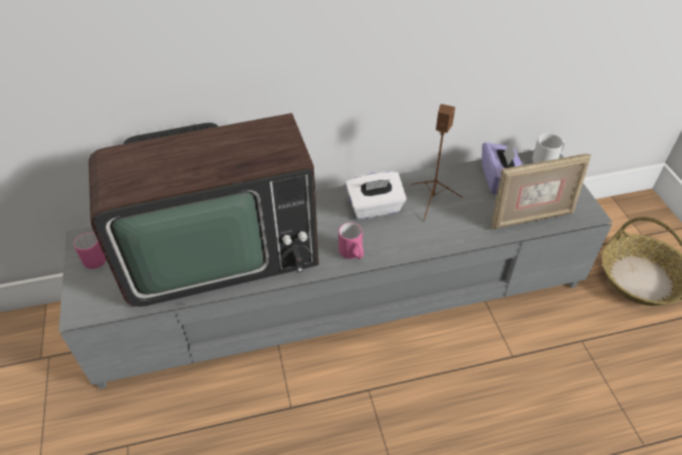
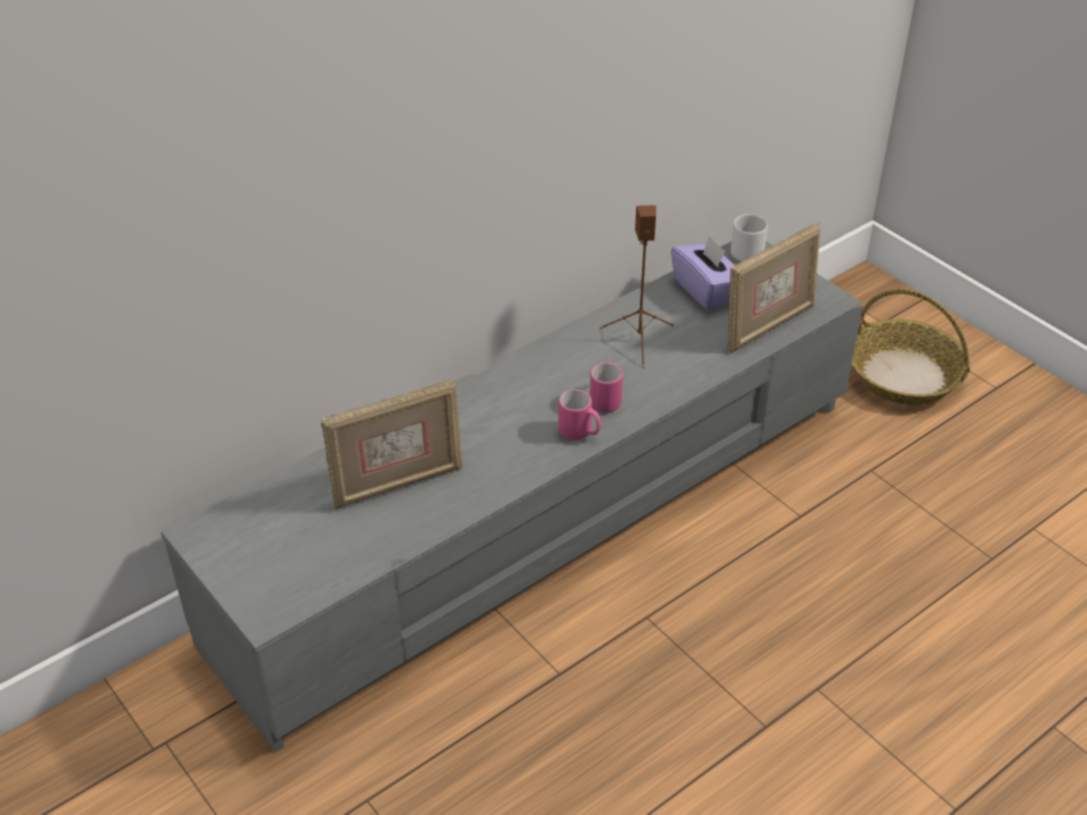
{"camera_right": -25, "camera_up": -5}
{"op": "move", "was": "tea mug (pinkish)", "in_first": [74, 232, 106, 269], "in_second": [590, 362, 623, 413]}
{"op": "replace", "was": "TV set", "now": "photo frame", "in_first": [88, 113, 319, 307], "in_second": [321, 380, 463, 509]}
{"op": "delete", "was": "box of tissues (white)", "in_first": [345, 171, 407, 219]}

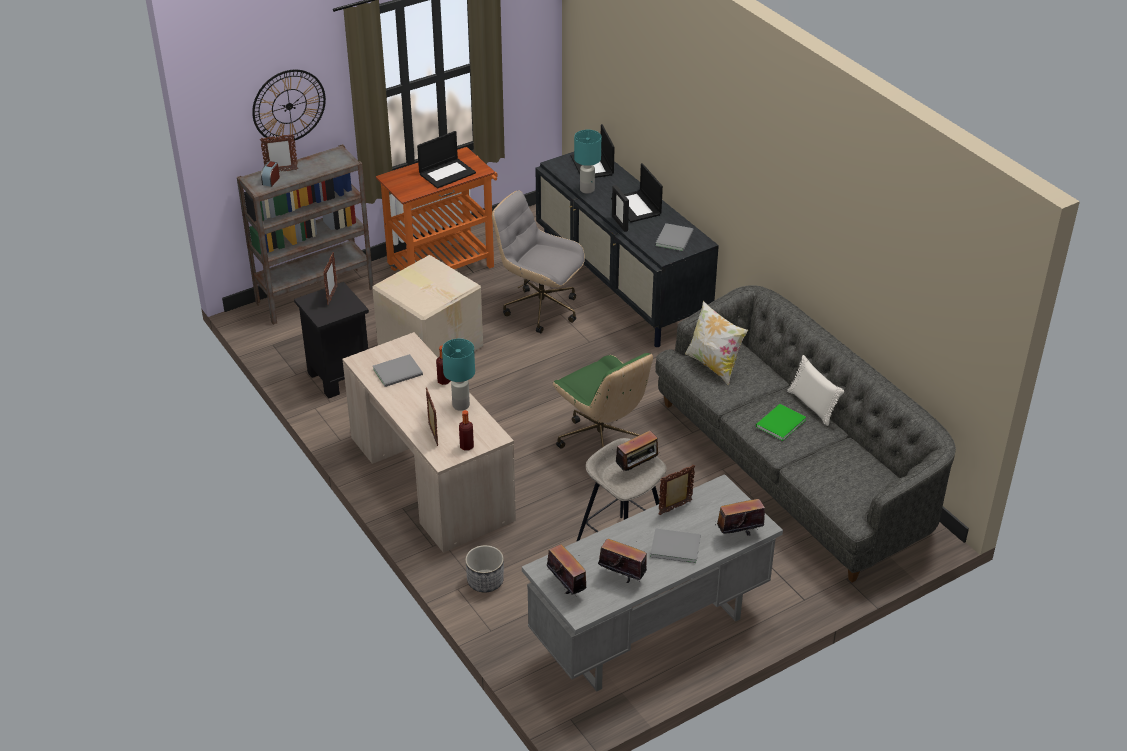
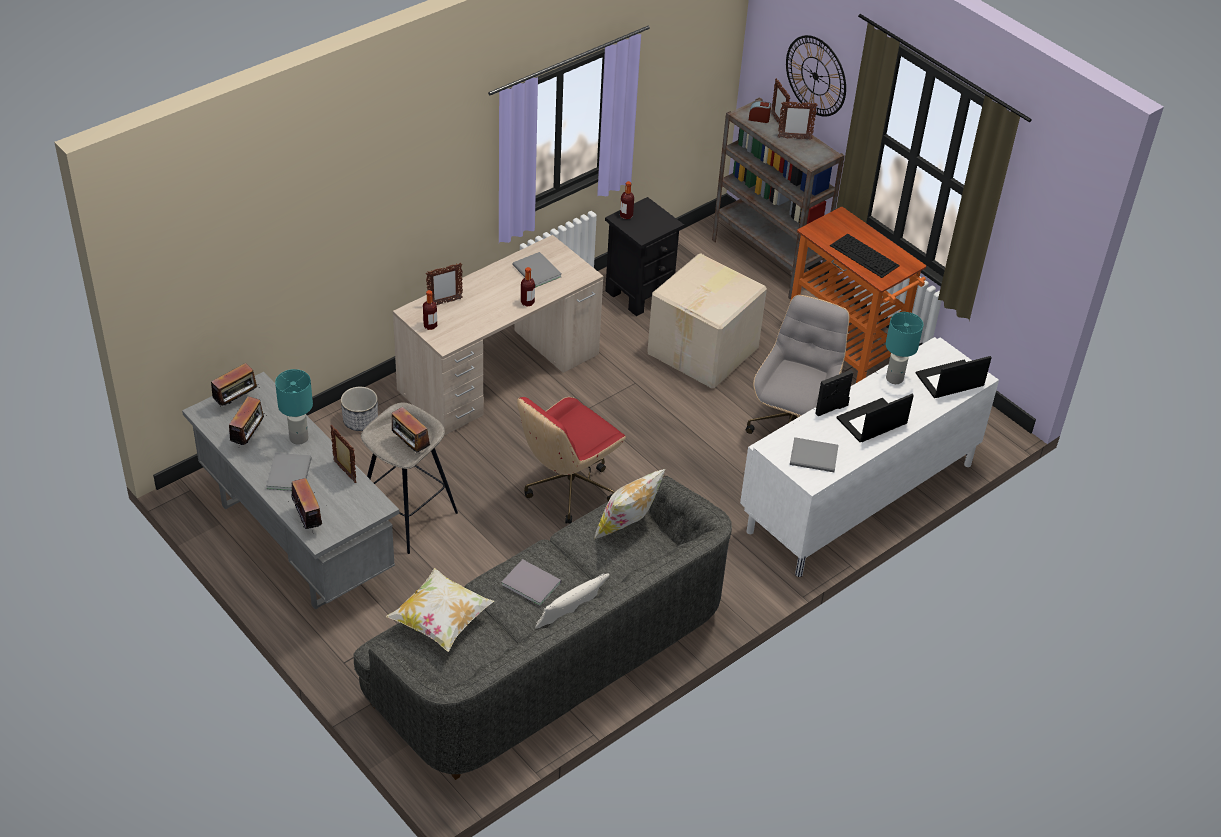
{"camera_right": 80, "camera_up": 5}
{"op": "move", "was": "photo frame", "in_first": [323, 252, 337, 305], "in_second": [778, 101, 818, 140]}
{"op": "replace", "was": "notebook computer", "now": "computer keyboard", "in_first": [417, 131, 476, 189], "in_second": [830, 234, 900, 278]}
{"op": "move", "was": "tabletop lamp (turquoise)", "in_first": [442, 339, 475, 411], "in_second": [275, 369, 313, 445]}
{"op": "recolor", "was": "cupboard (blackish)", "now": "cupboard (white)", "in_first": [536, 152, 719, 347], "in_second": [740, 337, 999, 577]}
{"op": "recolor", "was": "office chair (green-coloured)", "now": "office chair (reddish)", "in_first": [553, 353, 653, 449], "in_second": [517, 397, 626, 524]}
{"op": "recolor", "was": "book (green-coloured)", "now": "book (greyish)", "in_first": [756, 404, 806, 441], "in_second": [502, 559, 561, 606]}
{"op": "insert", "now": "cushion", "in_second": [386, 568, 494, 652]}
{"op": "insert", "now": "bottle", "in_second": [620, 181, 634, 219]}

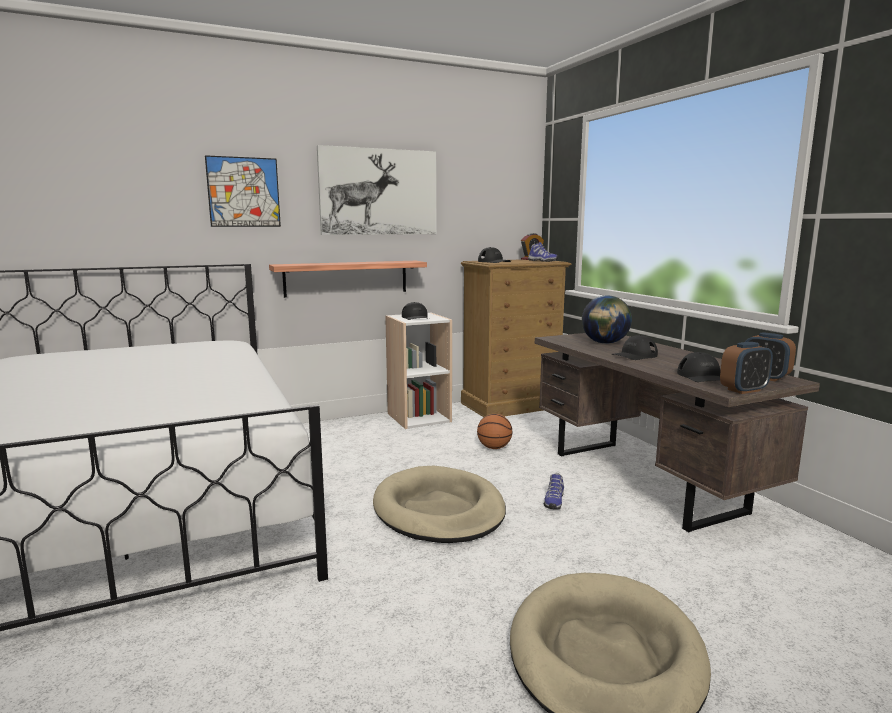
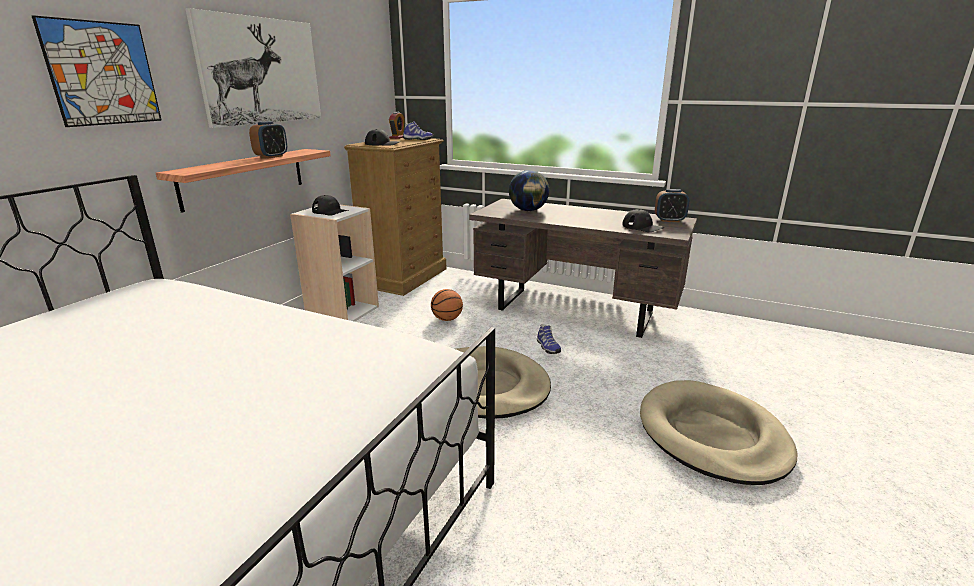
{"camera_right": -40, "camera_up": 10}
{"op": "delete", "was": "peaked cap (blackish)", "in_first": [612, 335, 658, 360]}
{"op": "move", "was": "alarm clock", "in_first": [720, 342, 773, 394], "in_second": [249, 121, 287, 158]}

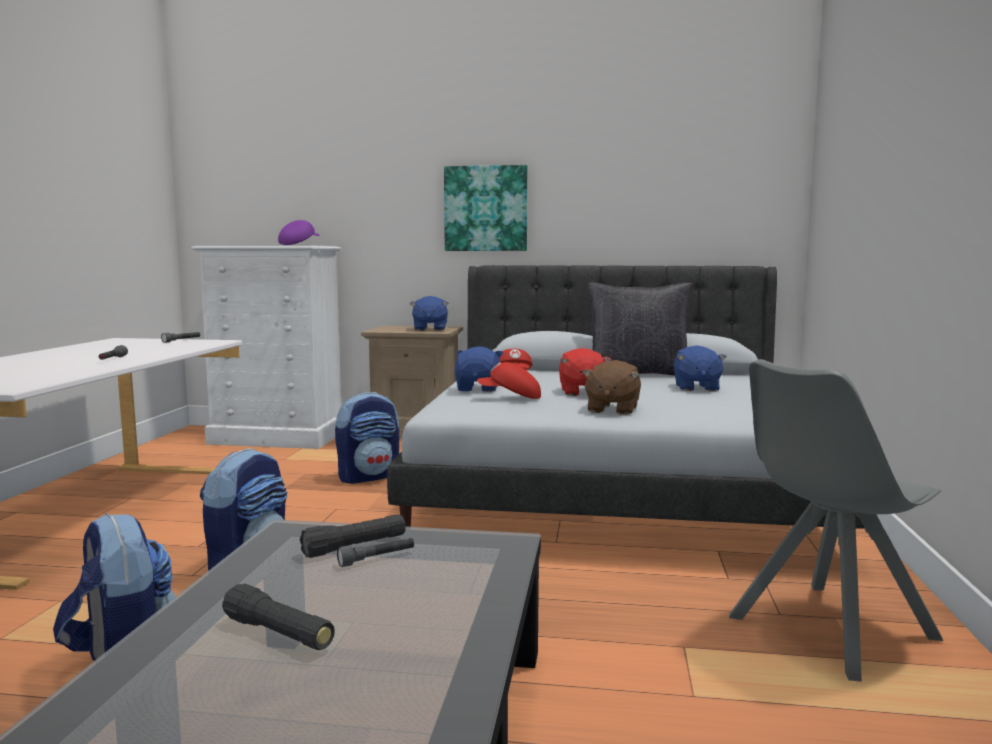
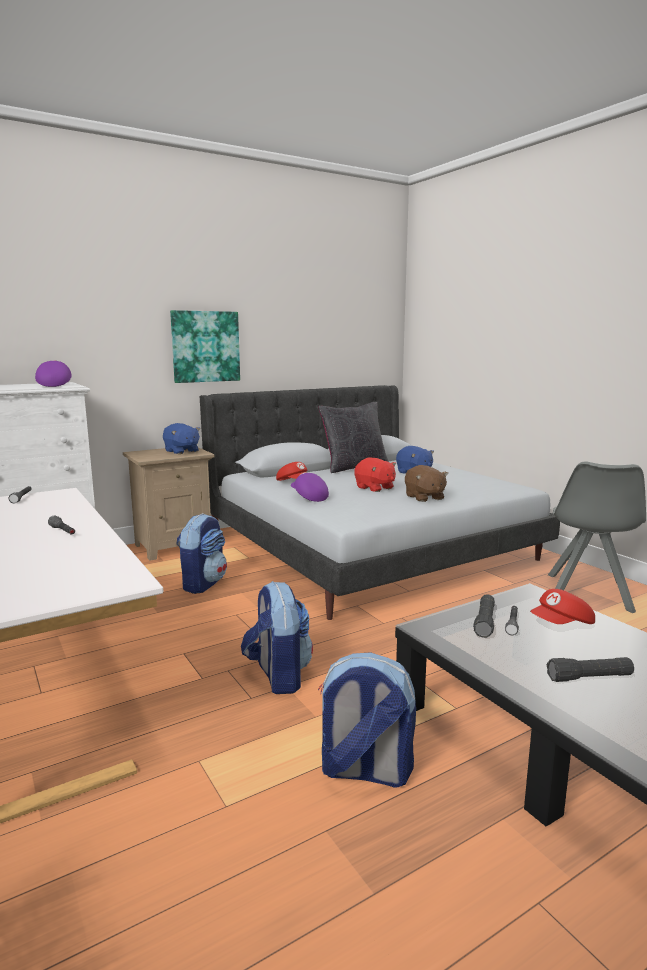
{"camera_right": -40, "camera_up": 5}
{"op": "replace", "was": "cuddly toy (blue-coloured)", "now": "peaked cap (purple-coloured)", "in_first": [455, 346, 503, 392], "in_second": [291, 472, 329, 502]}
{"op": "move", "was": "peaked cap (reddish)", "in_first": [477, 362, 541, 399], "in_second": [530, 589, 595, 624]}

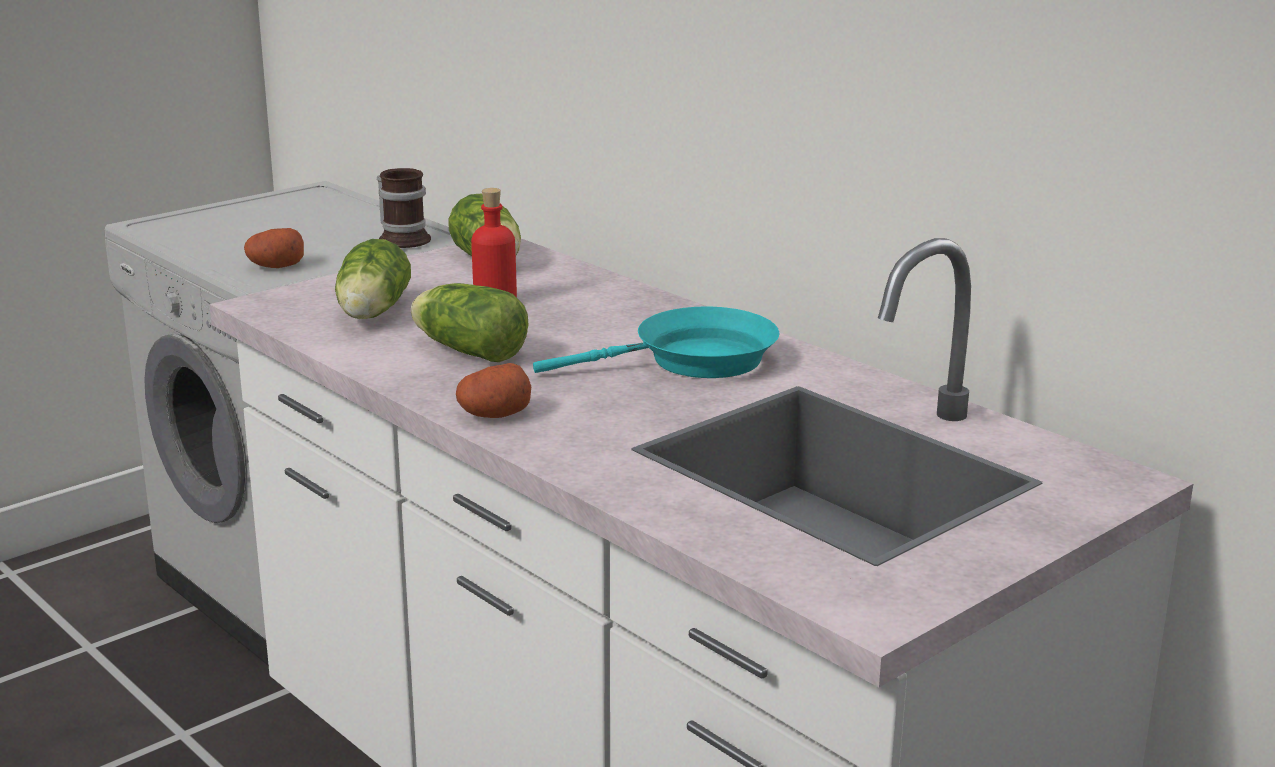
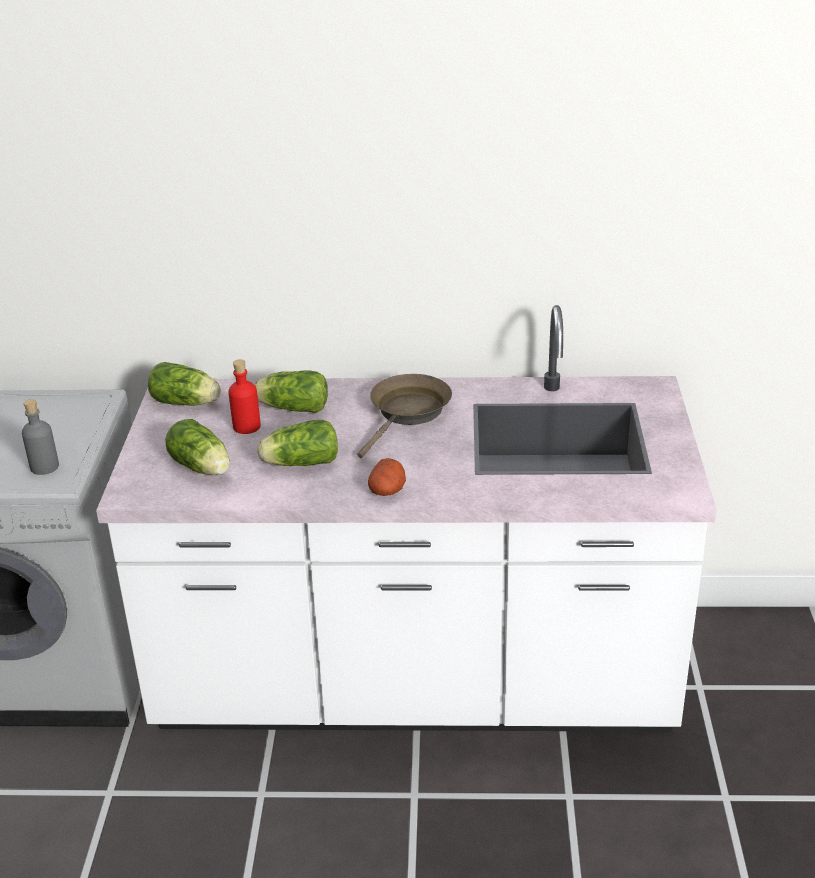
{"camera_right": -45, "camera_up": 10}
{"op": "replace", "was": "potato", "now": "bottle (greyish)", "in_first": [244, 228, 304, 268], "in_second": [22, 399, 59, 475]}
{"op": "delete", "was": "tea mug", "in_first": [377, 168, 431, 248]}
{"op": "recolor", "was": "frying pan (turquoise)", "now": "frying pan (brown)", "in_first": [533, 306, 780, 378], "in_second": [357, 374, 452, 458]}
{"op": "insert", "now": "lettuce", "in_second": [254, 371, 328, 413]}

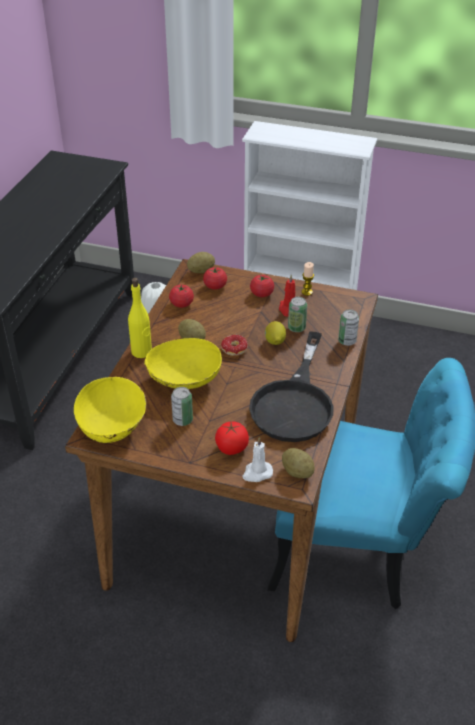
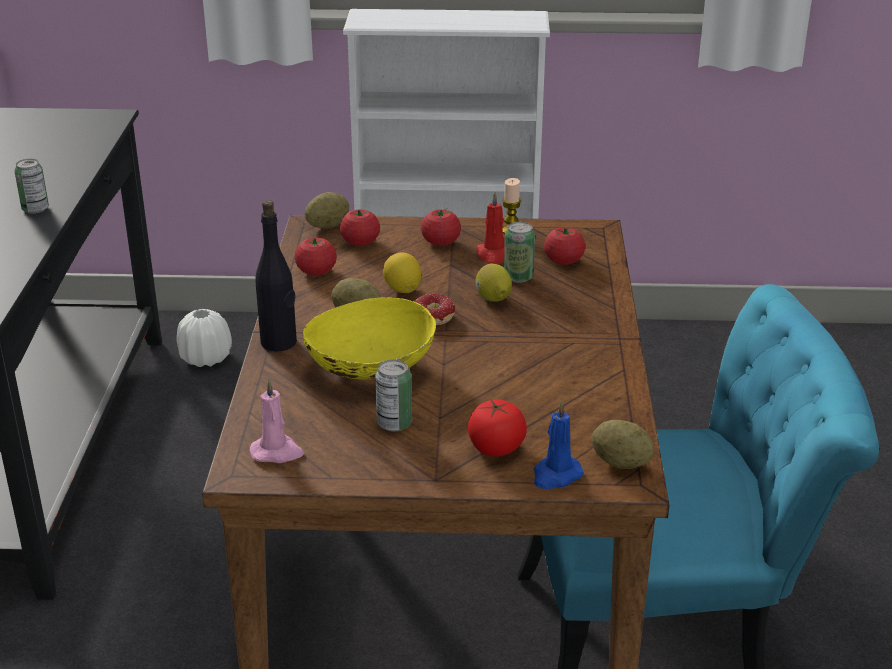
{"camera_right": -15, "camera_up": -10}
{"op": "replace", "was": "serving bowl (yellow)", "now": "wax candle (pinkish)", "in_first": [74, 376, 146, 443], "in_second": [249, 379, 304, 463]}
{"op": "recolor", "was": "bottle (yellow)", "now": "bottle (blackish)", "in_first": [128, 278, 152, 358], "in_second": [256, 200, 297, 352]}
{"op": "recolor", "was": "wax candle (white)", "now": "wax candle (blue-coloured)", "in_first": [242, 437, 273, 482], "in_second": [534, 400, 584, 489]}
{"op": "delete", "was": "frying pan (blackish)", "in_first": [249, 331, 334, 442]}
{"op": "move", "was": "metal can", "in_first": [338, 309, 359, 346], "in_second": [15, 159, 49, 214]}
{"op": "insert", "now": "citrus fruit", "in_second": [383, 252, 421, 293]}
{"op": "insert", "now": "whole tomato", "in_second": [544, 227, 585, 265]}

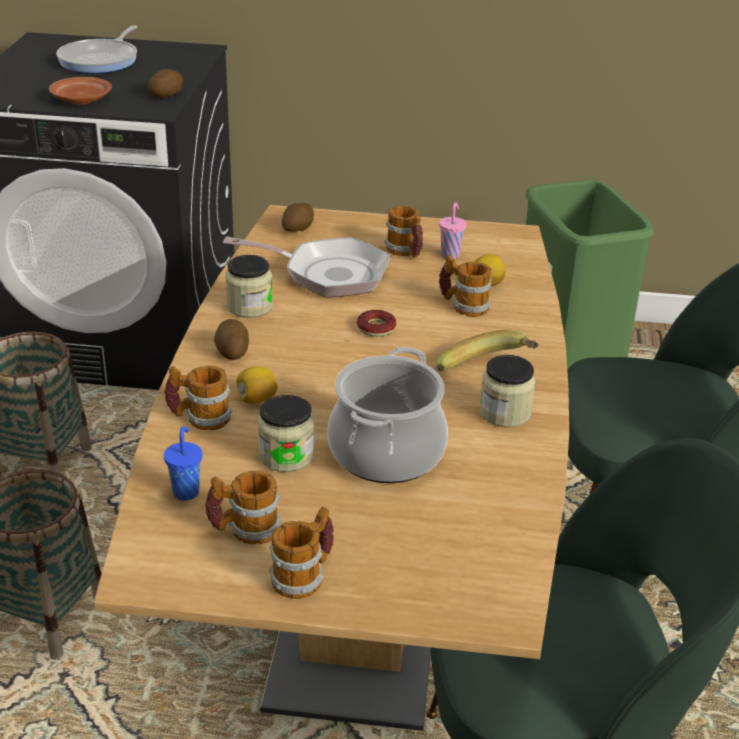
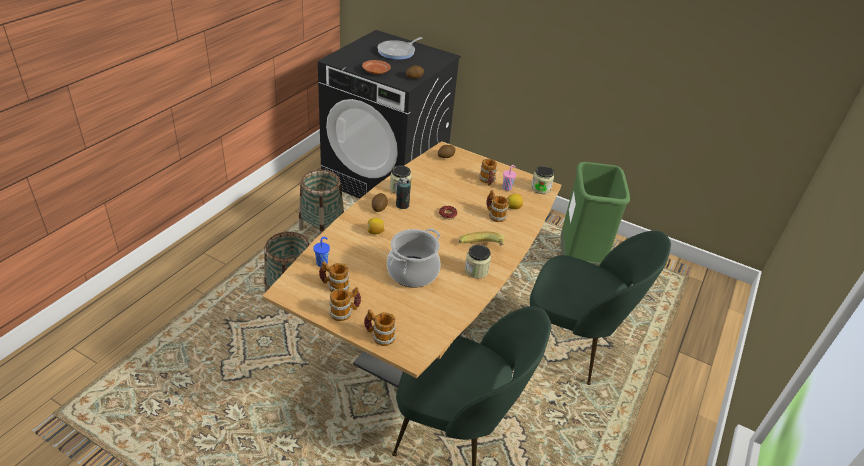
{"camera_right": 20, "camera_up": 5}
{"op": "move", "was": "tea mug", "in_first": [164, 366, 232, 430], "in_second": [364, 310, 396, 346]}
{"op": "delete", "was": "frying pan", "in_first": [223, 236, 390, 297]}
{"op": "move", "was": "jar", "in_first": [258, 395, 314, 472], "in_second": [531, 166, 554, 194]}
{"op": "insert", "now": "metal can", "in_second": [396, 177, 411, 209]}

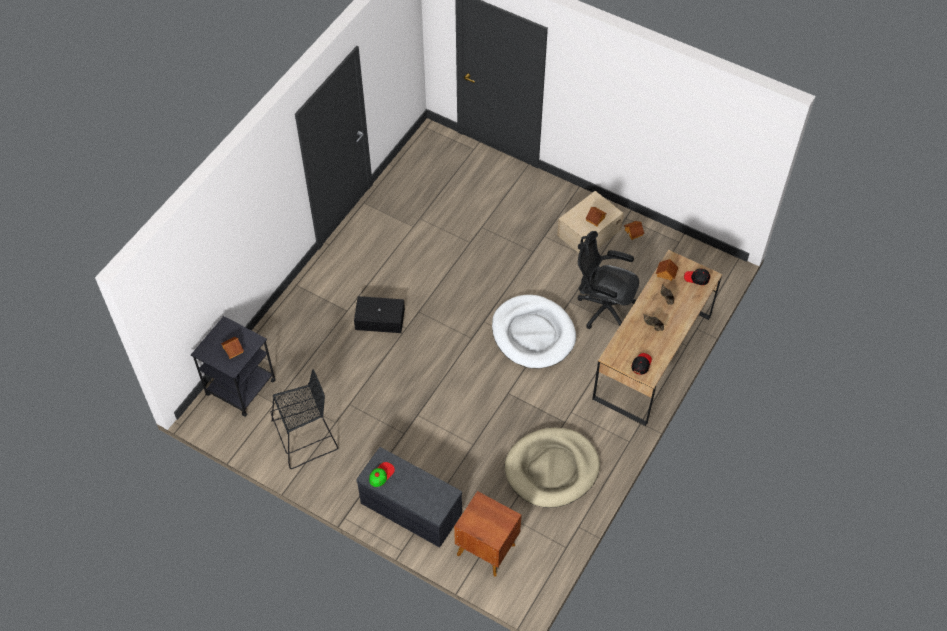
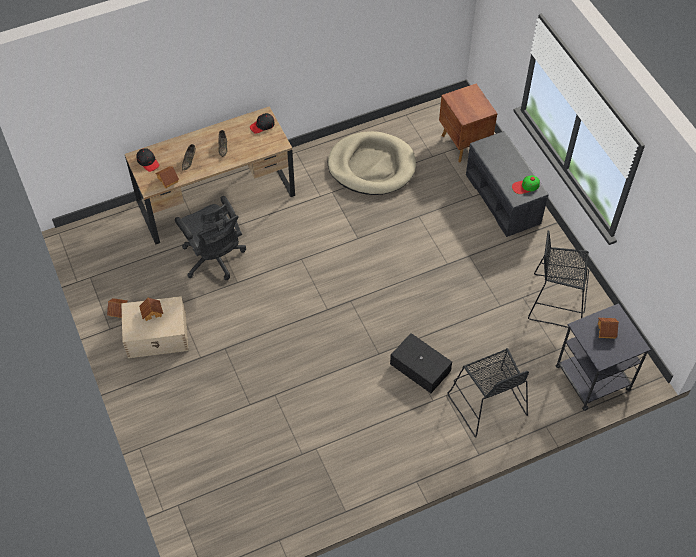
{"camera_right": -145, "camera_up": 0}
{"op": "delete", "was": "dog cushion (white)", "in_first": [492, 295, 576, 368]}
{"op": "insert", "now": "sitting stool (blackish)", "in_second": [448, 348, 529, 438]}

